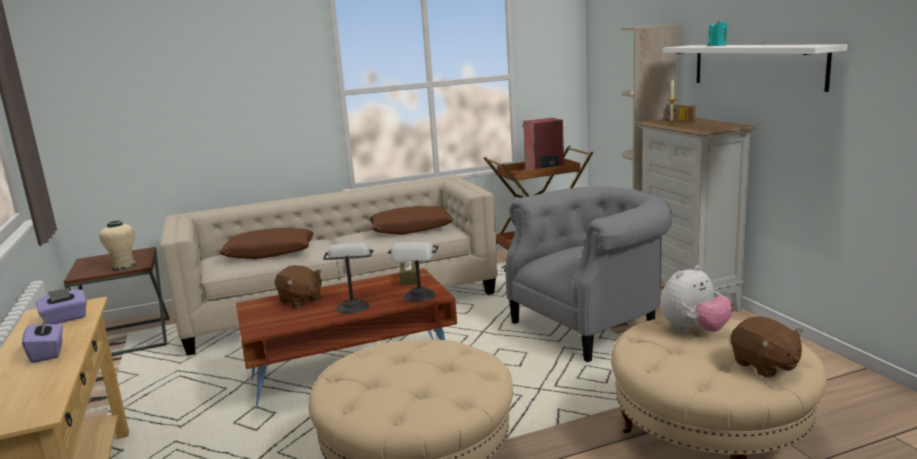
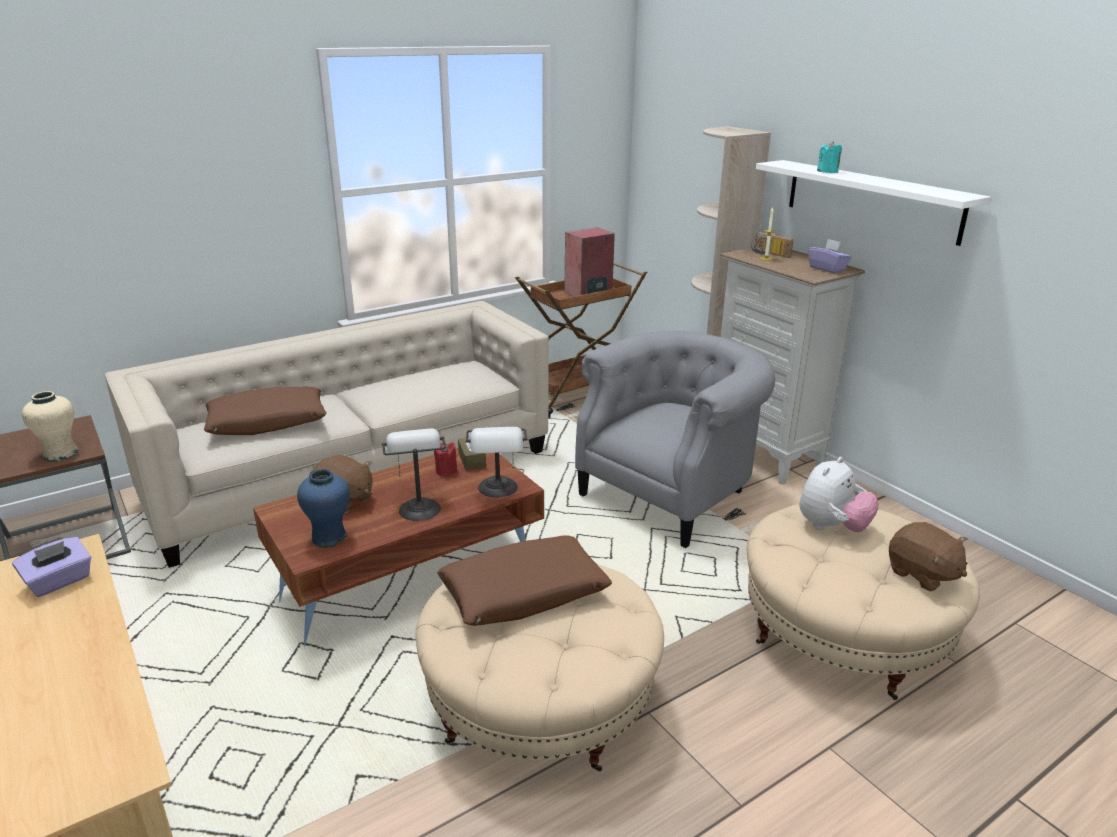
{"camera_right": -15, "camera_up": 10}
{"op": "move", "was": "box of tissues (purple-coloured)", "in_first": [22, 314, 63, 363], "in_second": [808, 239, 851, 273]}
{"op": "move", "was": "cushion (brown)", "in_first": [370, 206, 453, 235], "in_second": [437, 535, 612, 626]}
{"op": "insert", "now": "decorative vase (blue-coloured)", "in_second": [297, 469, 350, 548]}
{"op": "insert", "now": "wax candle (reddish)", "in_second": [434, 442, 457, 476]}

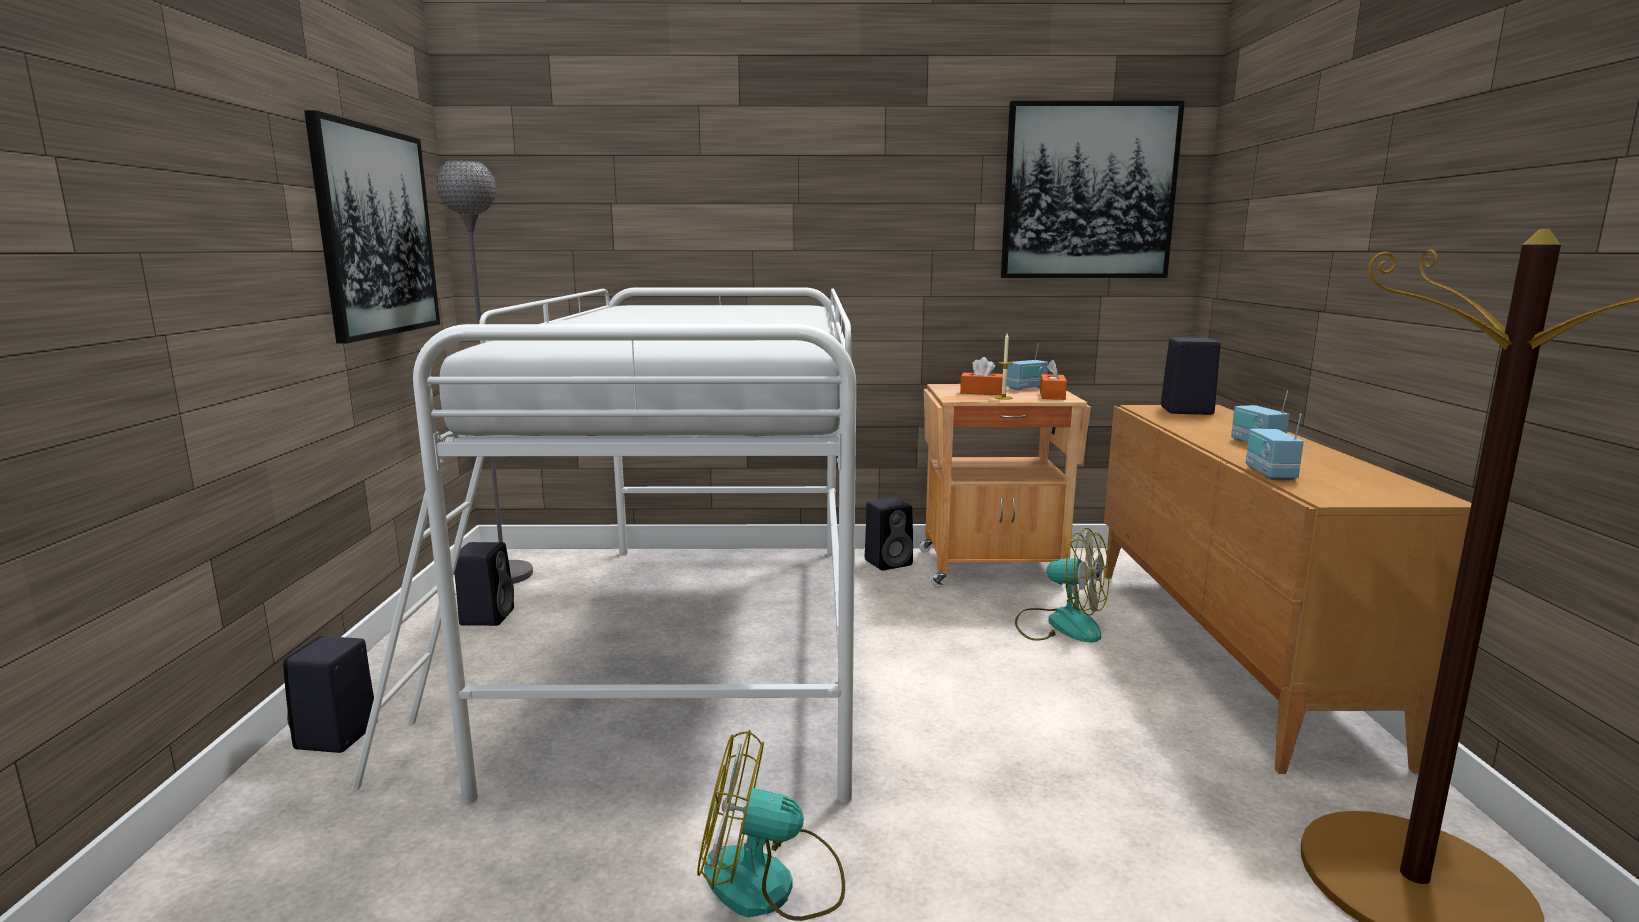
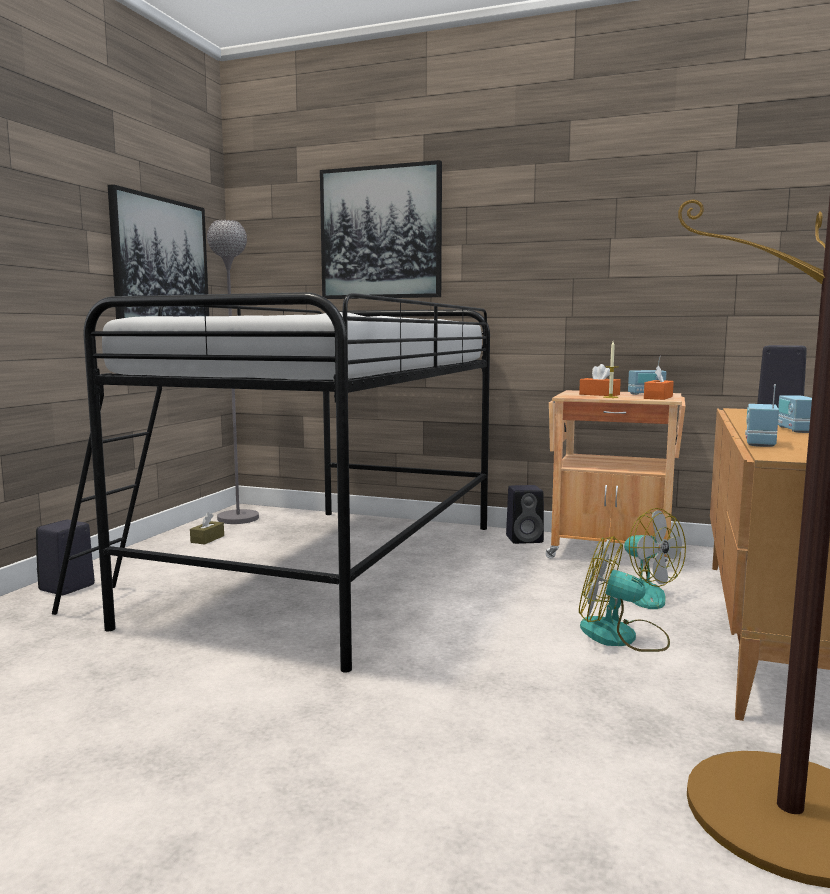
{"camera_right": 20, "camera_up": -5}
{"op": "recolor", "was": "sleeping bed (white)", "now": "sleeping bed (blackish)", "in_first": [352, 287, 856, 804], "in_second": [52, 292, 490, 673]}
{"op": "replace", "was": "speaker (blackish)", "now": "box of tissues (brown)", "in_first": [454, 542, 514, 626], "in_second": [190, 512, 224, 545]}
{"op": "move", "was": "cooling fan", "in_first": [697, 730, 845, 921], "in_second": [579, 536, 670, 652]}
{"op": "move", "was": "wall picture", "in_first": [1001, 101, 1185, 278], "in_second": [320, 160, 442, 299]}

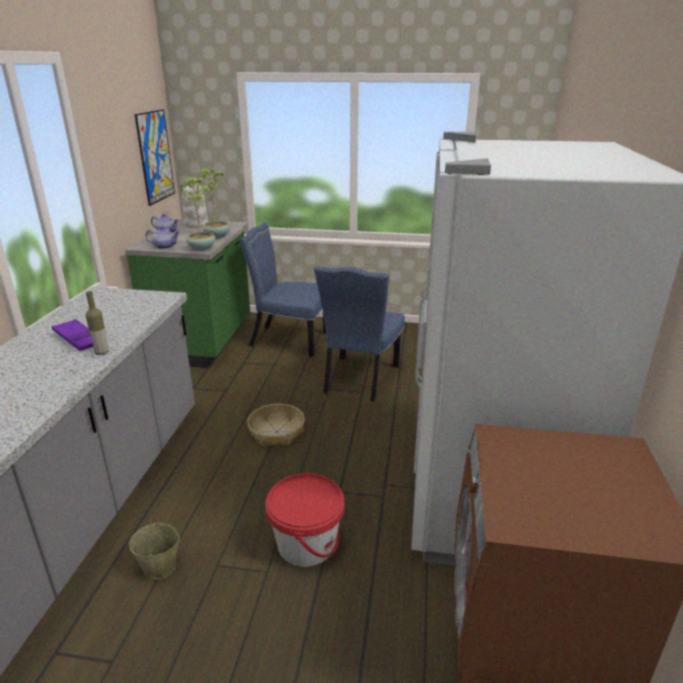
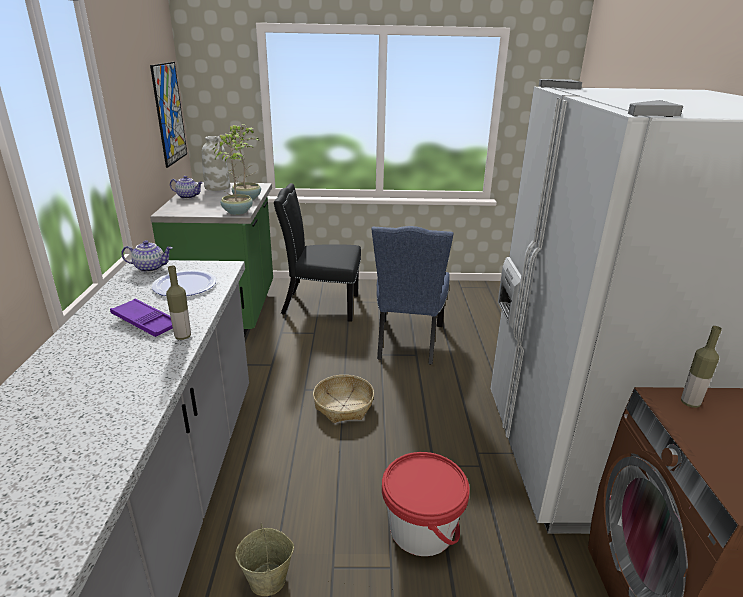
{"camera_right": -10, "camera_up": 0}
{"op": "move", "was": "teapot", "in_first": [145, 226, 180, 249], "in_second": [121, 240, 173, 272]}
{"op": "recolor", "was": "plain chair (blue-coloured)", "now": "plain chair (blackish)", "in_first": [240, 223, 326, 357], "in_second": [274, 183, 361, 322]}
{"op": "insert", "now": "flat dish", "in_second": [152, 270, 216, 296]}
{"op": "insert", "now": "bottle", "in_second": [681, 326, 722, 408]}

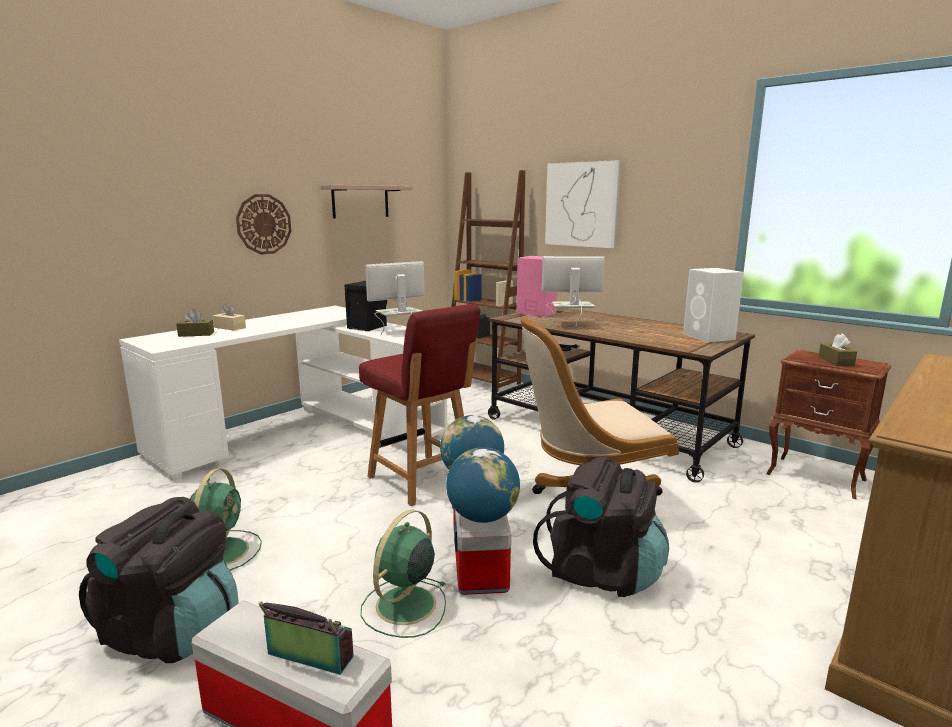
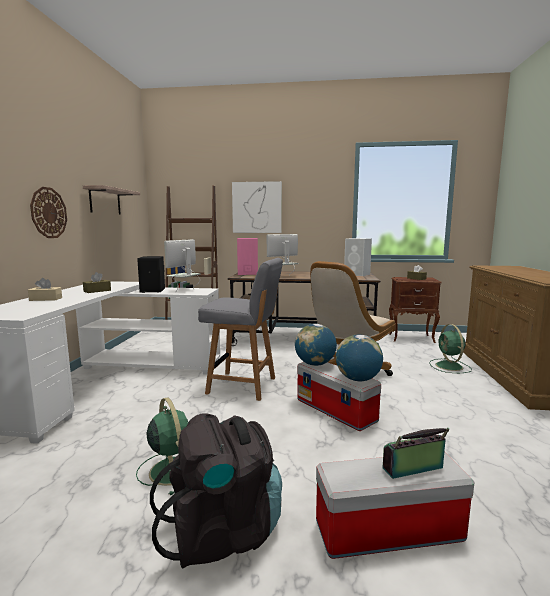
{"camera_right": -35, "camera_up": -5}
{"op": "move", "was": "box of tissues (brown)", "in_first": [176, 309, 214, 337], "in_second": [83, 272, 111, 293]}
{"op": "recolor", "was": "plain chair (reddish)", "now": "plain chair (greyish)", "in_first": [359, 304, 481, 506], "in_second": [198, 258, 283, 401]}
{"op": "move", "was": "cooling fan (green-coloured)", "in_first": [361, 510, 446, 638], "in_second": [429, 324, 472, 373]}
{"op": "delete", "was": "knapsack (blackish)", "in_first": [533, 457, 669, 597]}

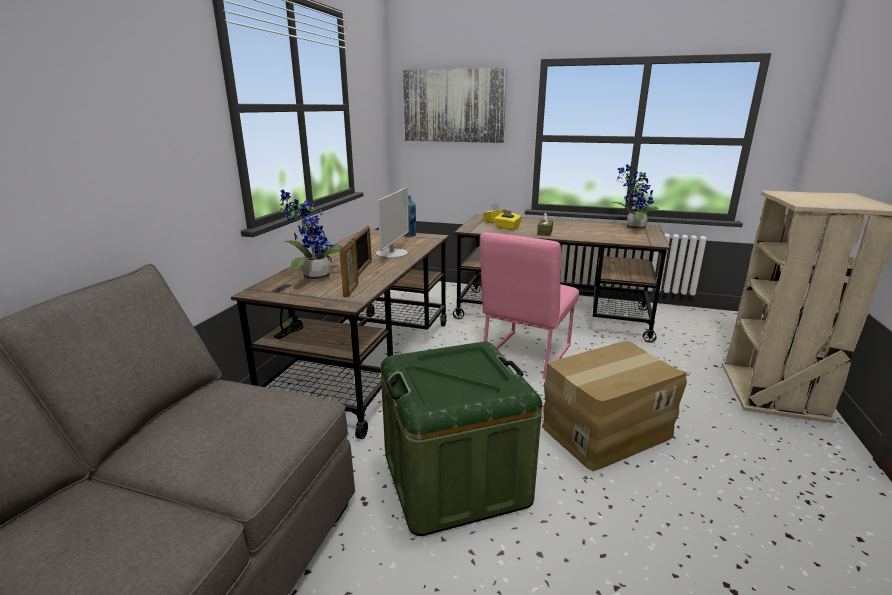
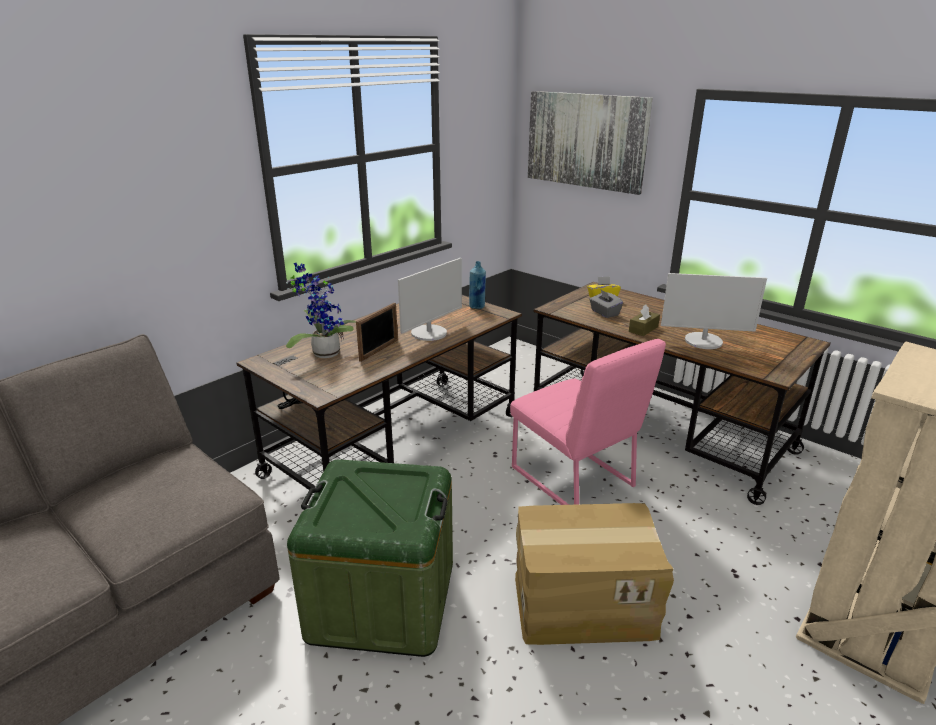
{"camera_right": 25, "camera_up": 5}
{"op": "delete", "was": "photo frame", "in_first": [340, 241, 358, 297]}
{"op": "rotate", "was": "plain chair (pinkish)", "in_first": [480, 232, 579, 379], "in_second": [510, 339, 666, 505], "clockwise": -90}
{"op": "recolor", "was": "box of tissues (yellow)", "now": "box of tissues (greyish)", "in_first": [494, 210, 522, 230], "in_second": [589, 290, 623, 318]}
{"op": "delete", "was": "plant in a pot", "in_first": [611, 164, 658, 230]}
{"op": "insert", "now": "monitor", "in_second": [661, 273, 767, 349]}

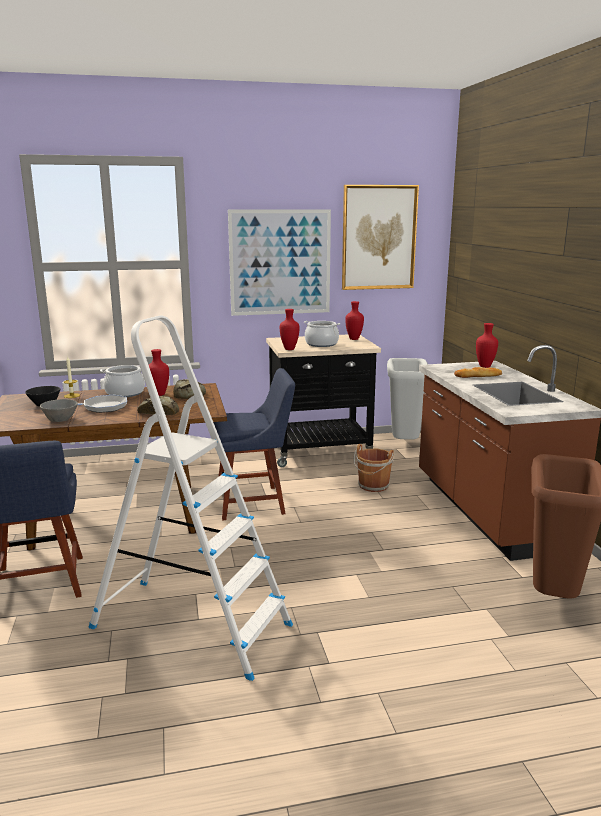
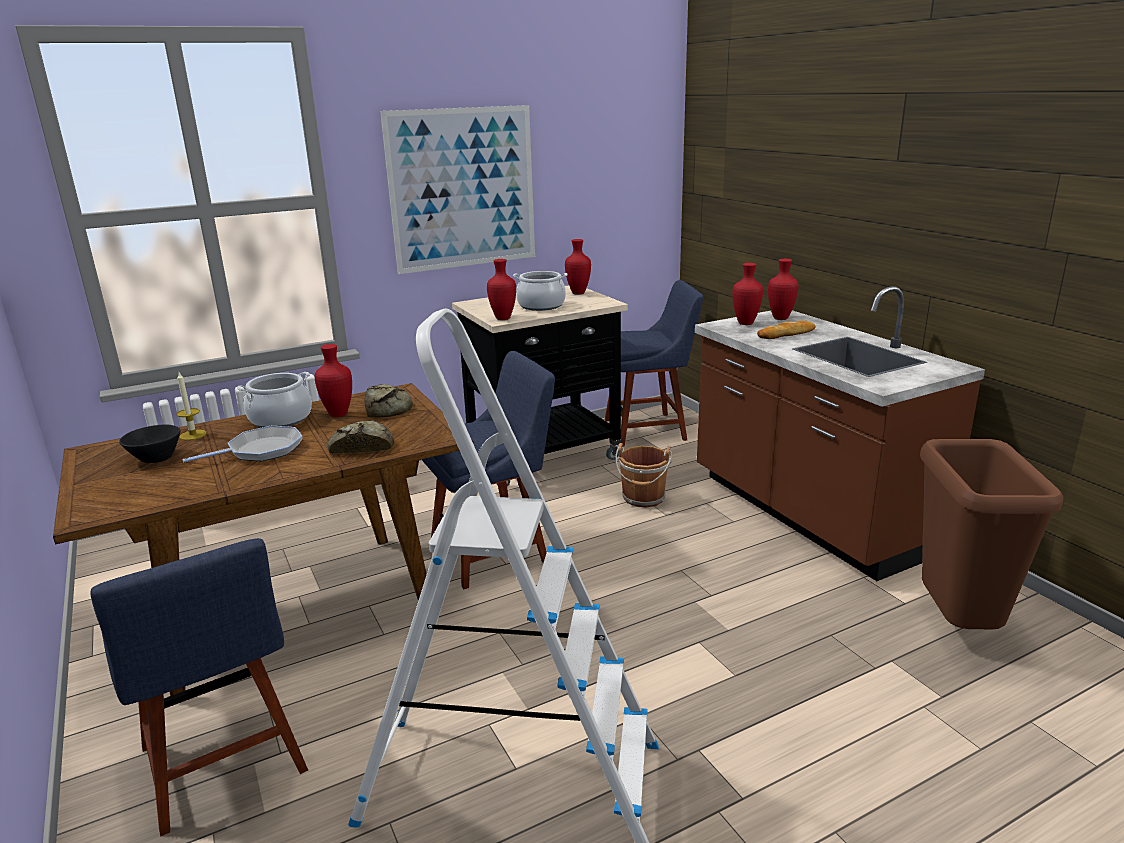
{"camera_right": -15, "camera_up": 5}
{"op": "delete", "was": "serving bowl (greyish)", "in_first": [40, 399, 78, 422]}
{"op": "delete", "was": "wall picture", "in_first": [342, 185, 419, 290]}
{"op": "replace", "was": "waste bin (greyish)", "now": "plain chair (blue-coloured)", "in_first": [387, 358, 428, 440], "in_second": [605, 280, 703, 447]}
{"op": "insert", "now": "decorative vase (reddish)", "in_second": [733, 263, 763, 325]}

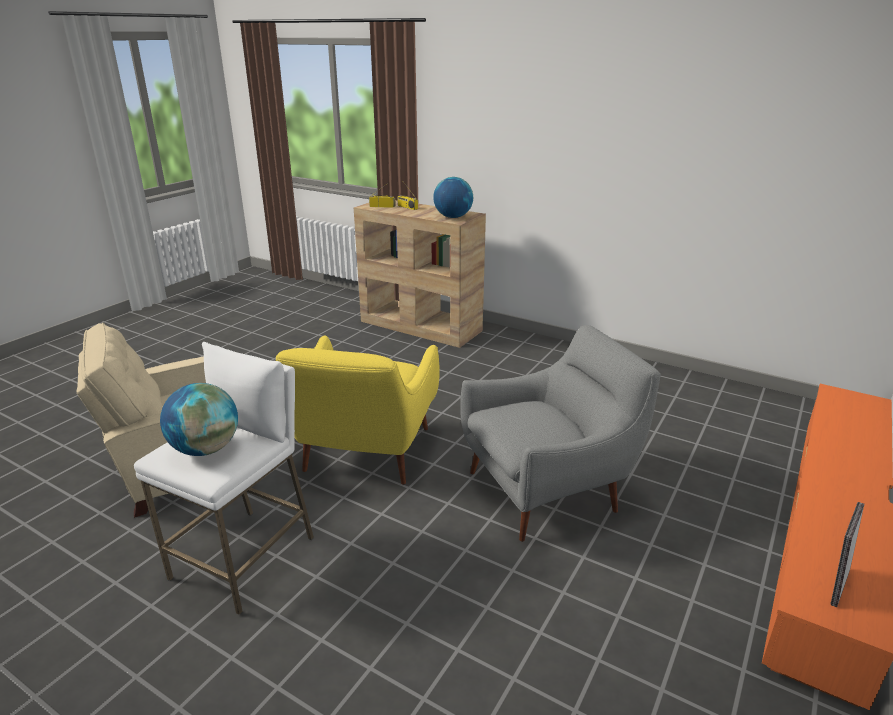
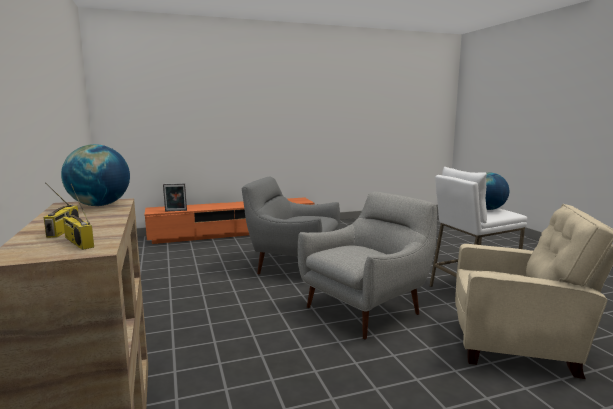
{"camera_right": -140, "camera_up": -15}
{"op": "recolor", "was": "lounge chair (yellow)", "now": "lounge chair (greyish)", "in_first": [276, 335, 440, 485], "in_second": [298, 192, 437, 340]}
{"op": "move", "was": "photo frame", "in_first": [831, 502, 864, 607], "in_second": [163, 183, 187, 211]}

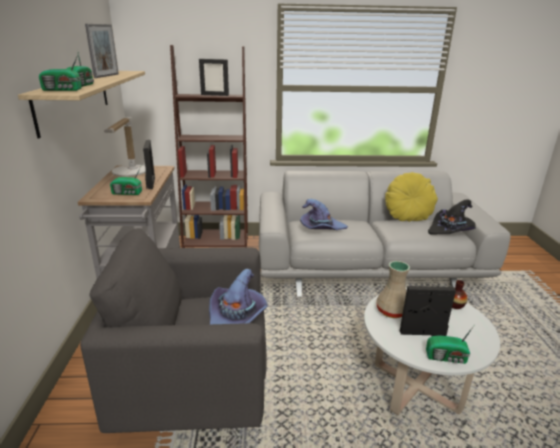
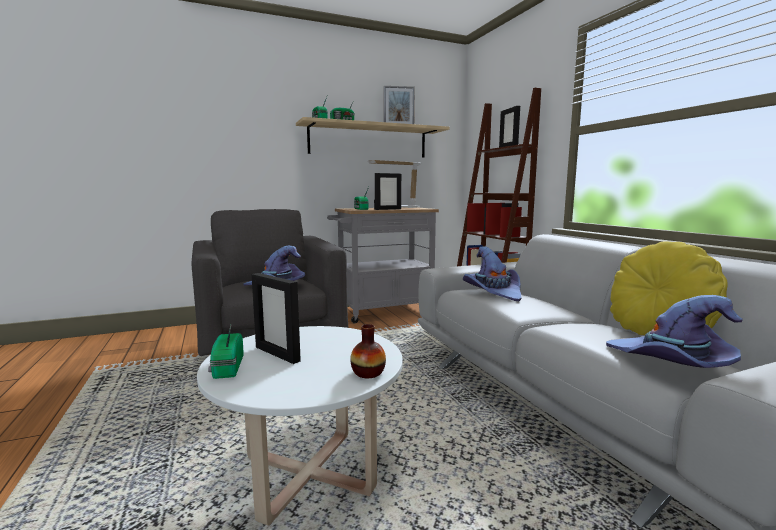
{"camera_right": 70, "camera_up": -15}
{"op": "delete", "was": "decorative vase (sand-coloured)", "in_first": [376, 261, 410, 318]}
{"op": "rotate", "was": "photo frame", "in_first": [400, 286, 456, 336], "in_second": [252, 273, 301, 364], "clockwise": 150}
{"op": "recolor", "was": "clothing hat (blackish)", "now": "clothing hat (purple-coloured)", "in_first": [428, 200, 476, 235], "in_second": [606, 295, 743, 368]}

